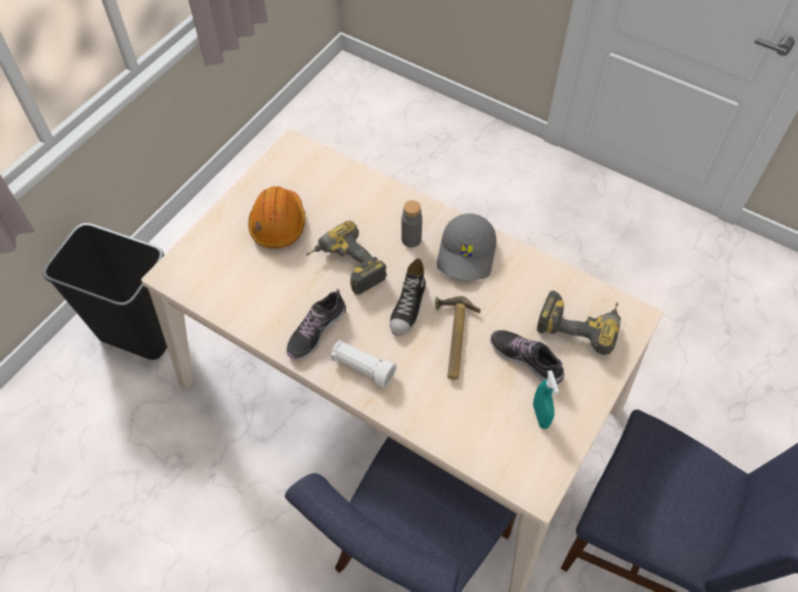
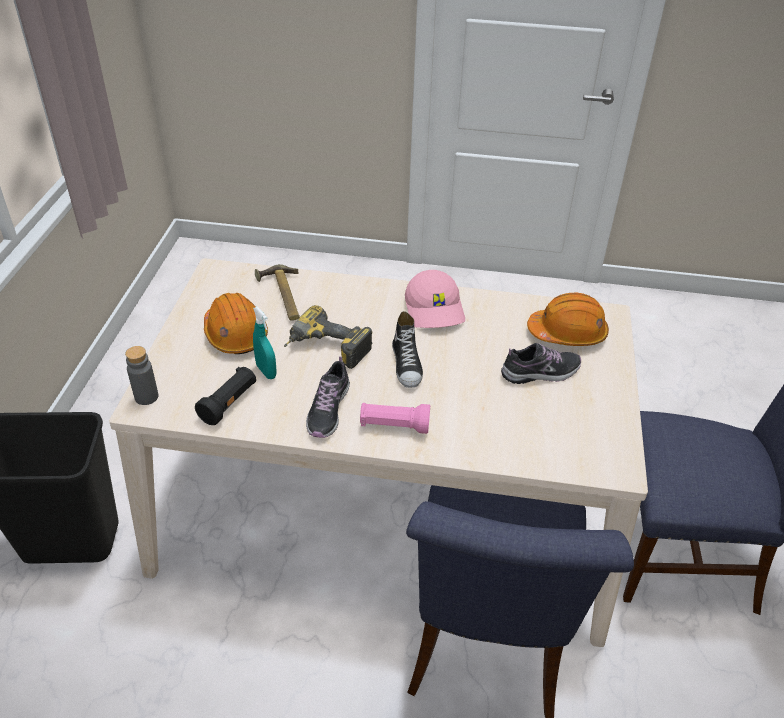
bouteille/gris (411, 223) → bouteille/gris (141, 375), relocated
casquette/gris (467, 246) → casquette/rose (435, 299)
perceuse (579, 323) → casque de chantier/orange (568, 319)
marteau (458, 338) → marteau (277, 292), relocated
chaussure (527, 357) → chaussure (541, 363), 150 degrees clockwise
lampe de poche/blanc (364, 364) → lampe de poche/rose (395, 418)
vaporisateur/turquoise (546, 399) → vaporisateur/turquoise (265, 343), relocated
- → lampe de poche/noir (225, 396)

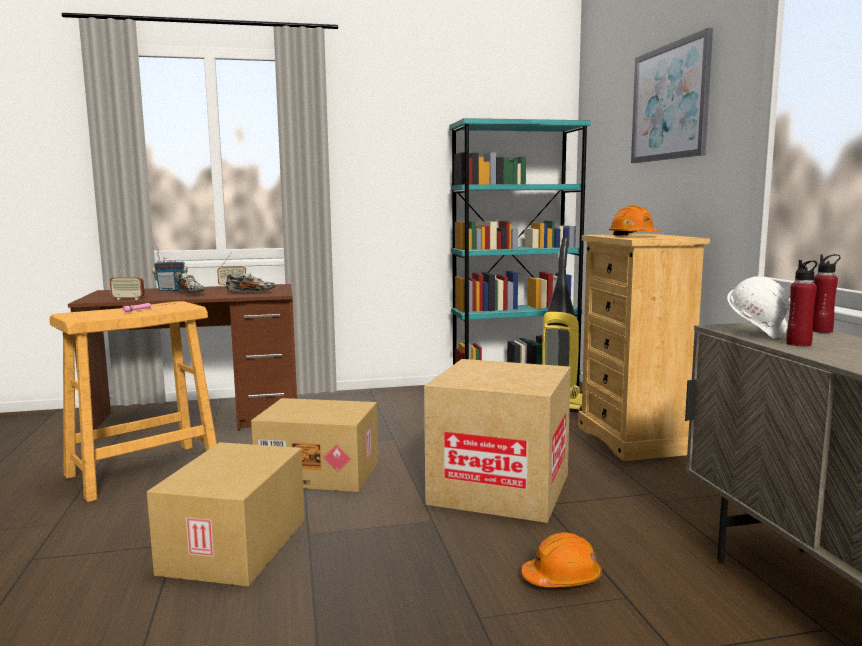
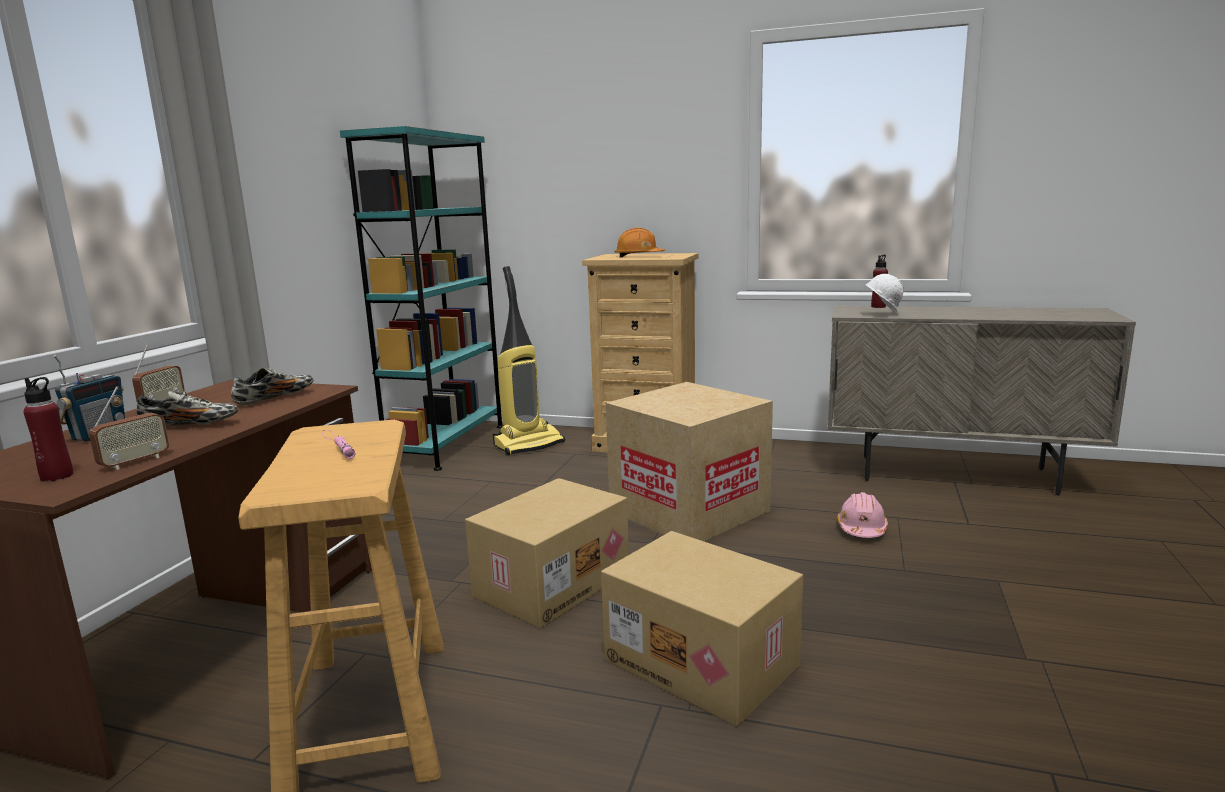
tableau (672, 95) → -
bouteille/rouge (802, 303) → bouteille/rouge (48, 429), relocated
casque de chantier/orange (561, 559) → casque de chantier/rose (862, 515)

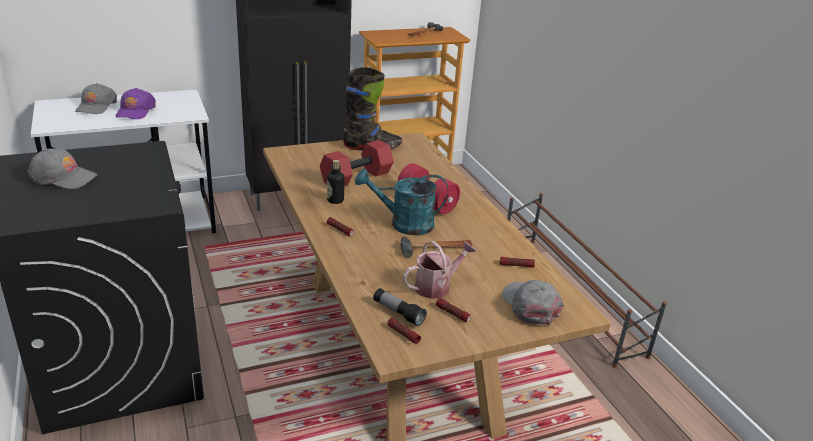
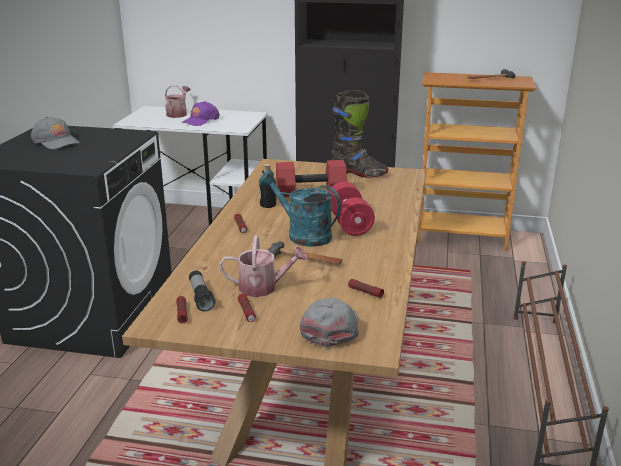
casquette/gris (96, 98) → arrosoir (178, 101)

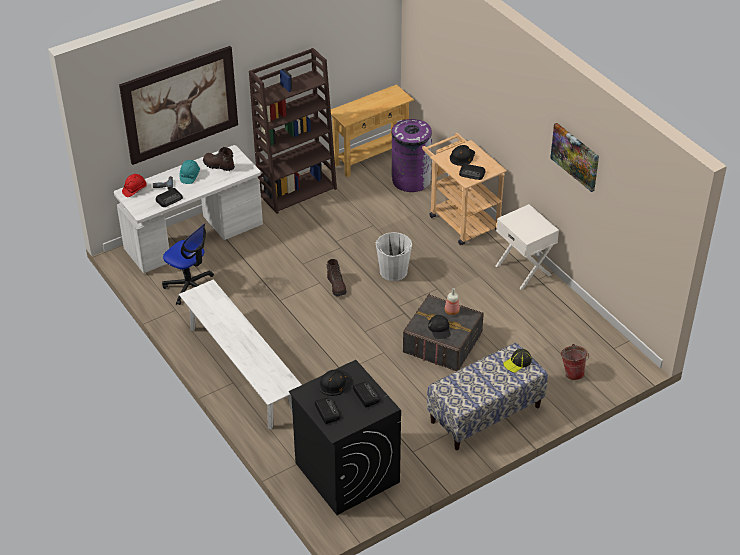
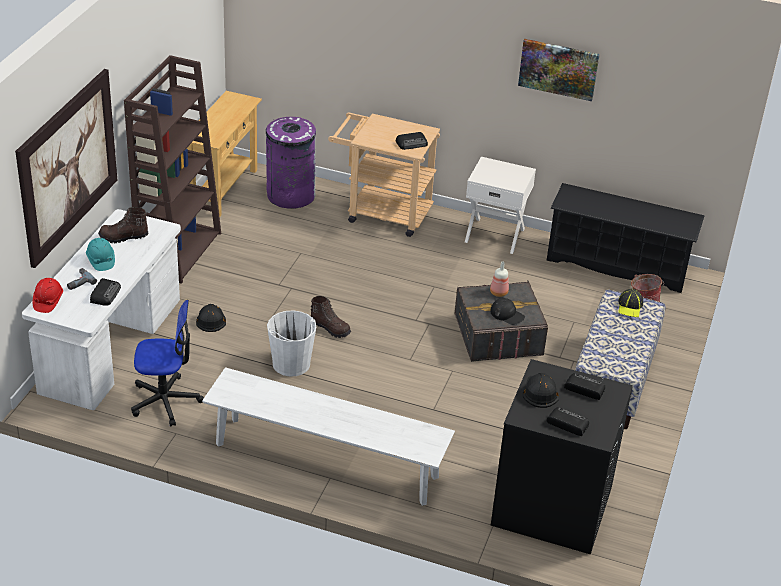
casque de chantier/noir (462, 155) → casque de chantier/noir (211, 318), relocated
seau/blanc (394, 256) → seau/blanc (291, 343), relocated
- → étagère à chaussures/noir (625, 238)

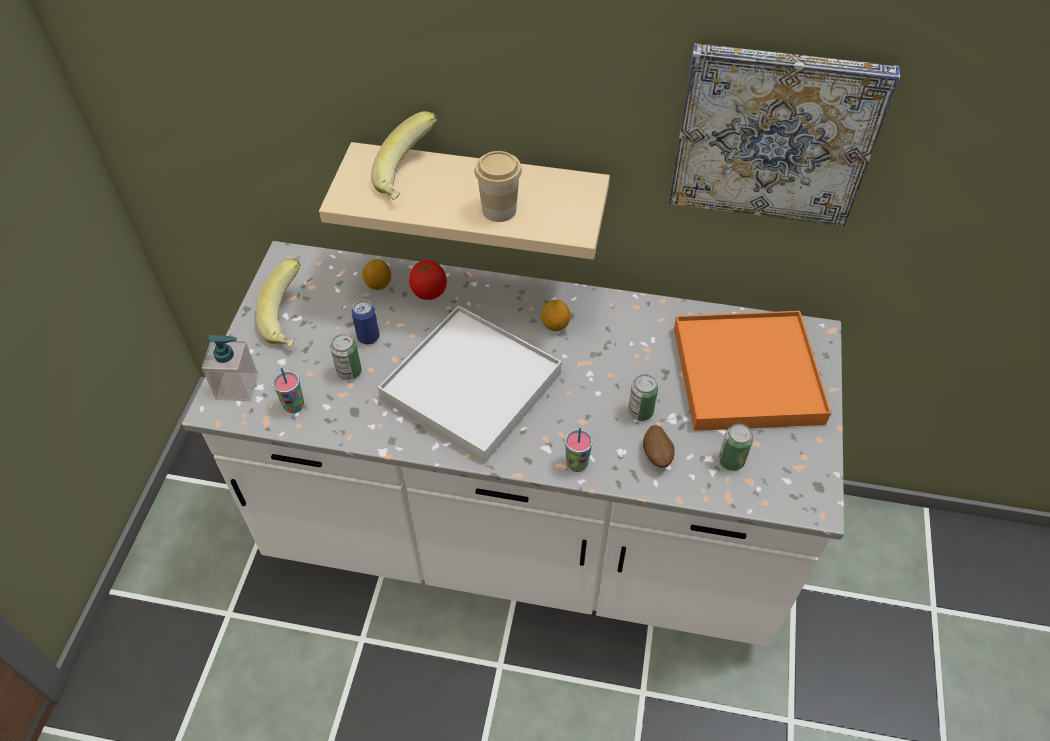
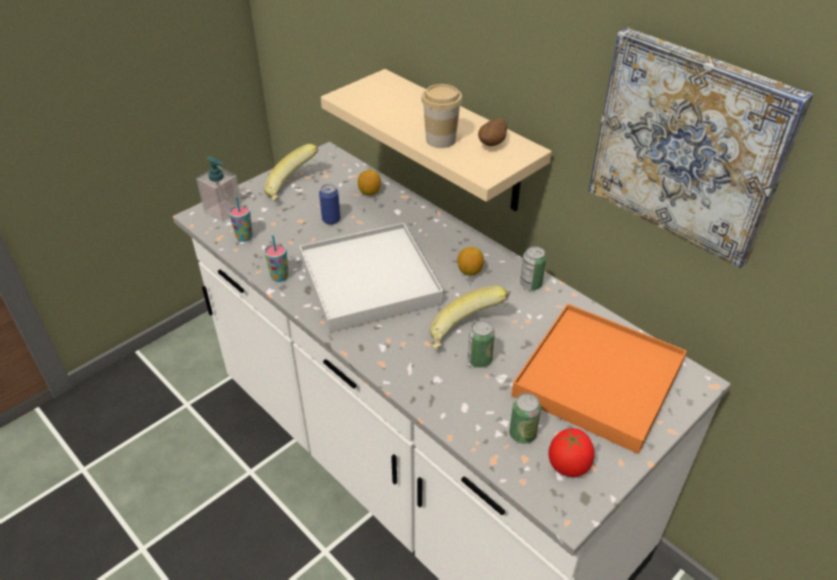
banane (404, 155) → banane (469, 317), relocated
tomate (428, 280) → tomate (571, 452), relocated
boîte métallique (346, 357) → boîte métallique (533, 268), relocated
pomme de terre (658, 446) → pomme de terre (492, 132), relocated
tasse (579, 449) → tasse (276, 258), relocated

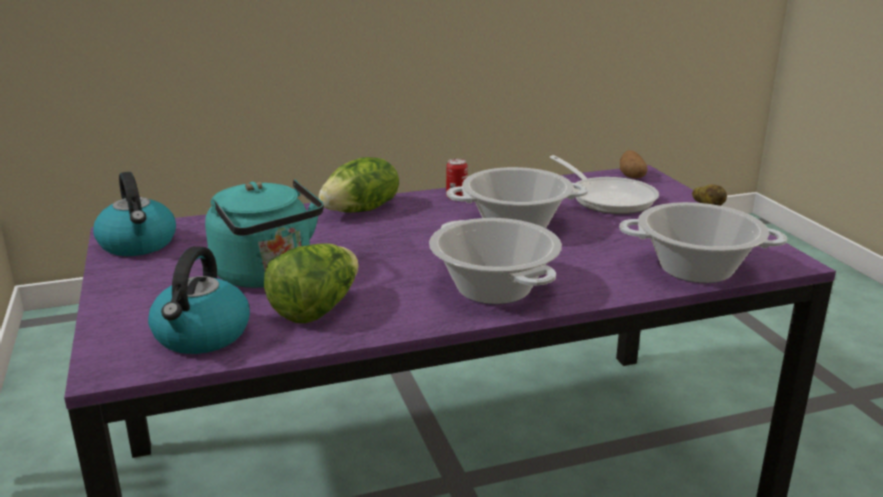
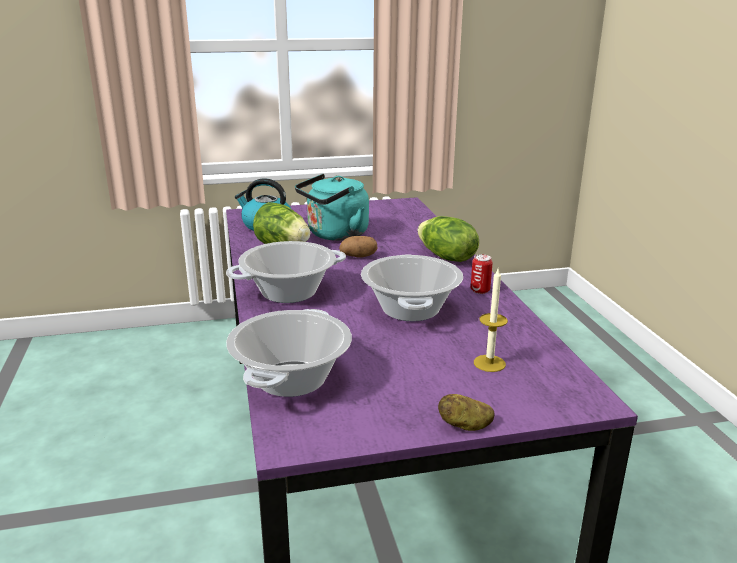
pomme de terre (634, 164) → pomme de terre (358, 246), relocated
poêle (604, 184) → bougie (491, 319)
bouilloire (134, 214) → -

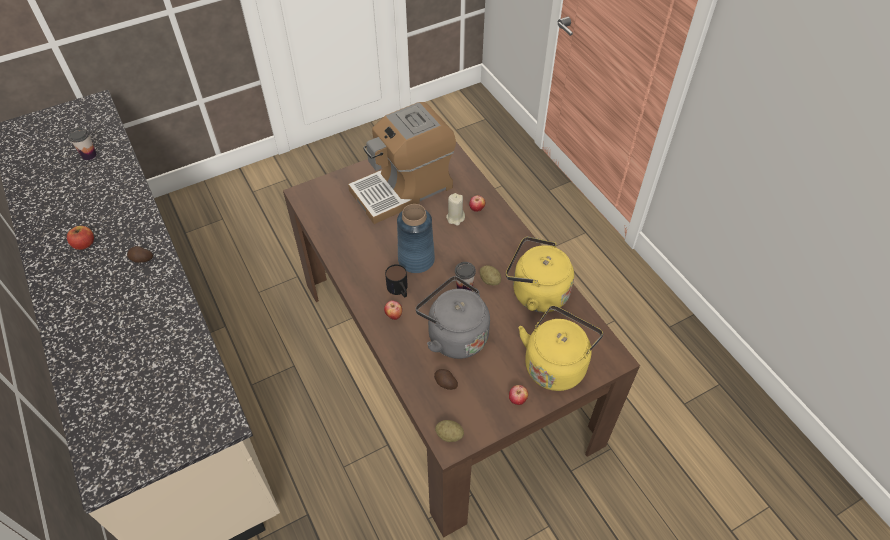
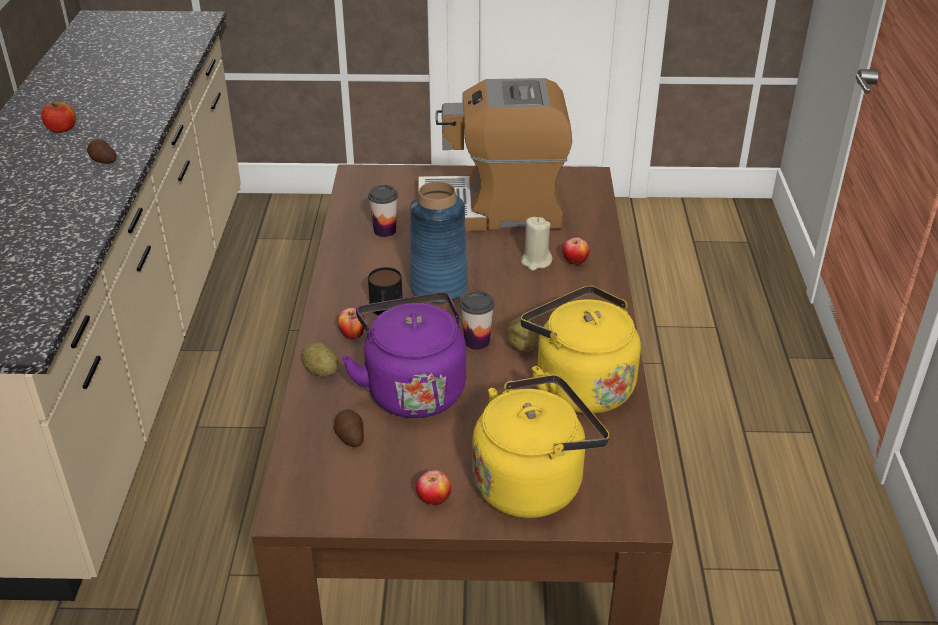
tasse (83, 144) → tasse (383, 211), relocated
bouilloire/gris (453, 317) → bouilloire/violet (404, 355)
pomme de terre (449, 431) → pomme de terre (320, 360), relocated

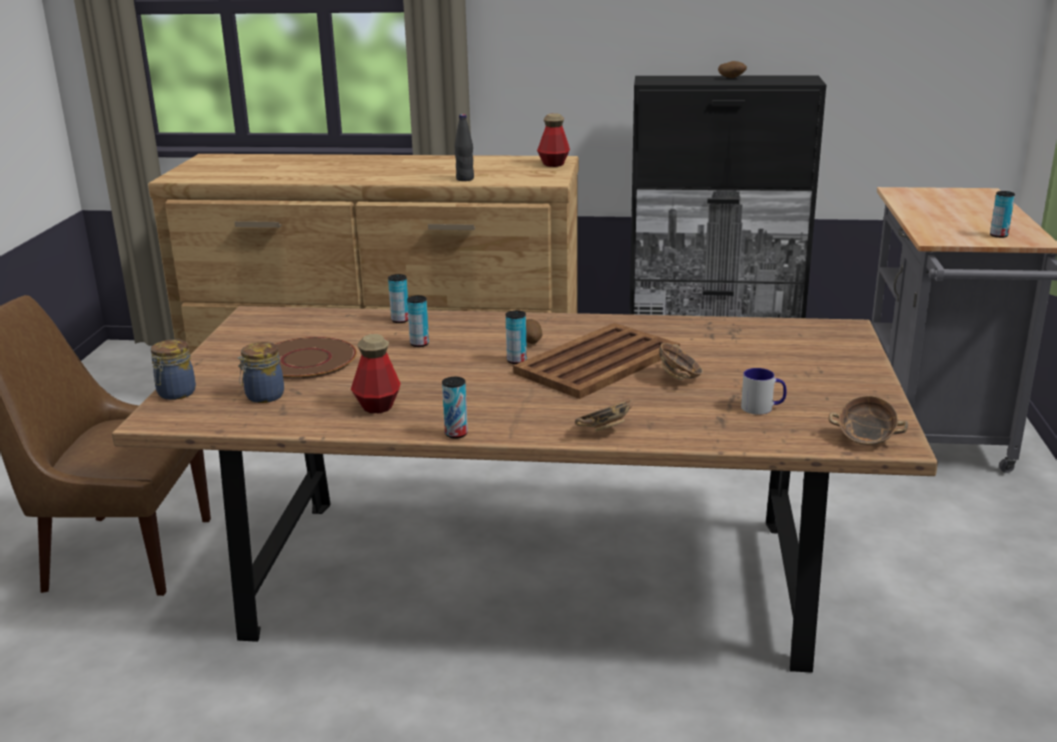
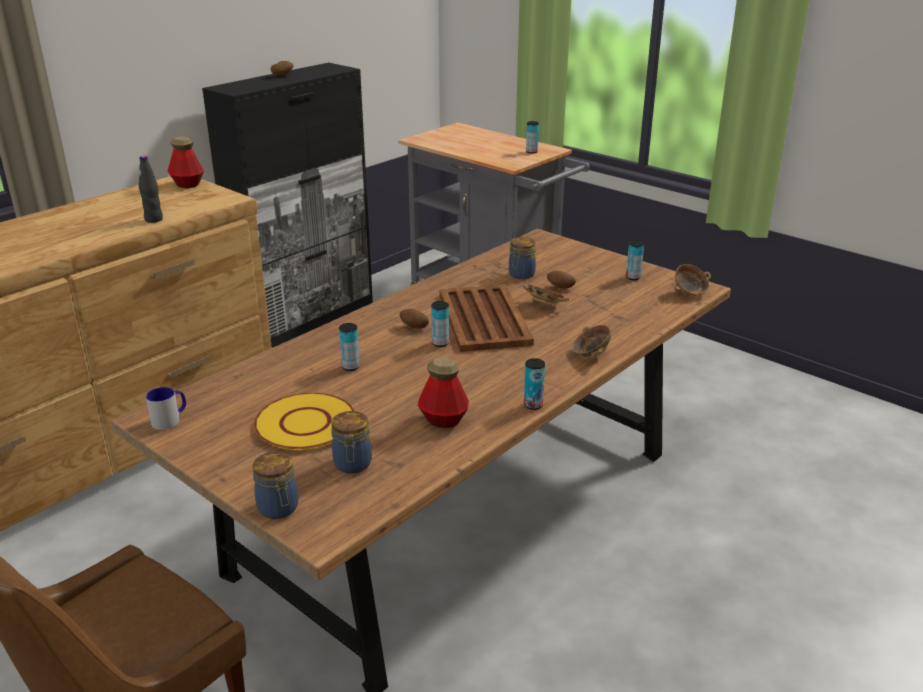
boîte métallique (398, 298) → boîte métallique (635, 260), relocated
assiette/marron (316, 358) → assiette/jaune (304, 421)
mug (764, 391) → mug (166, 408), relocated
- → bocal (522, 258)
- → pomme de terre (561, 279)

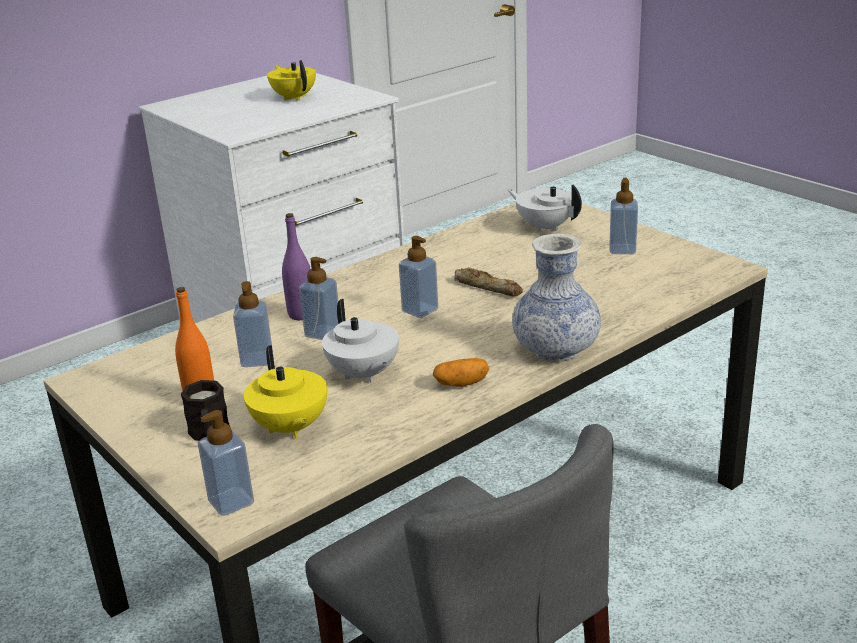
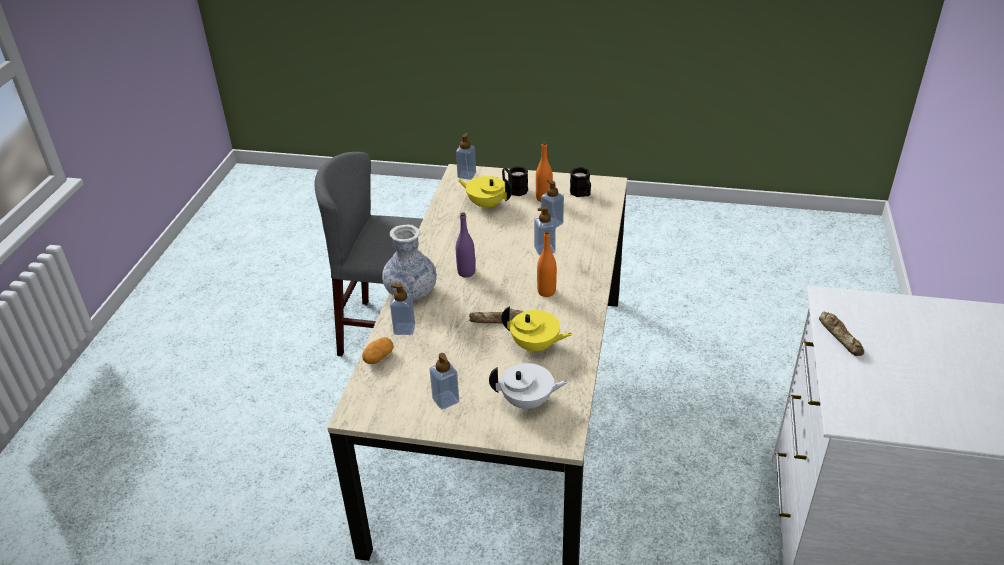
théière/jaune (291, 80) → théière/jaune (537, 330), relocated
bouteille/violet (296, 266) → bouteille/violet (465, 245), relocated
distributeur de savon (418, 277) → distributeur de savon (402, 309), relocated
théière/blanc (360, 341) → -
pomme de terre (461, 372) → pomme de terre (377, 350), relocated
- → mug/noir (580, 182)
- → bouteille/orange (547, 264)
- → pain (841, 334)

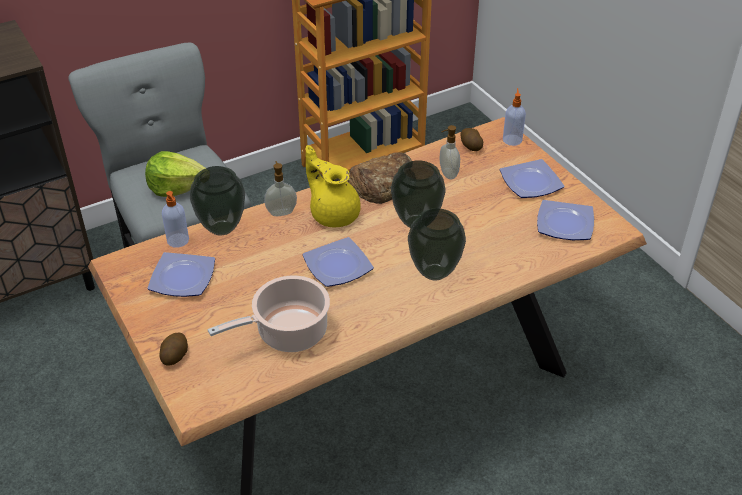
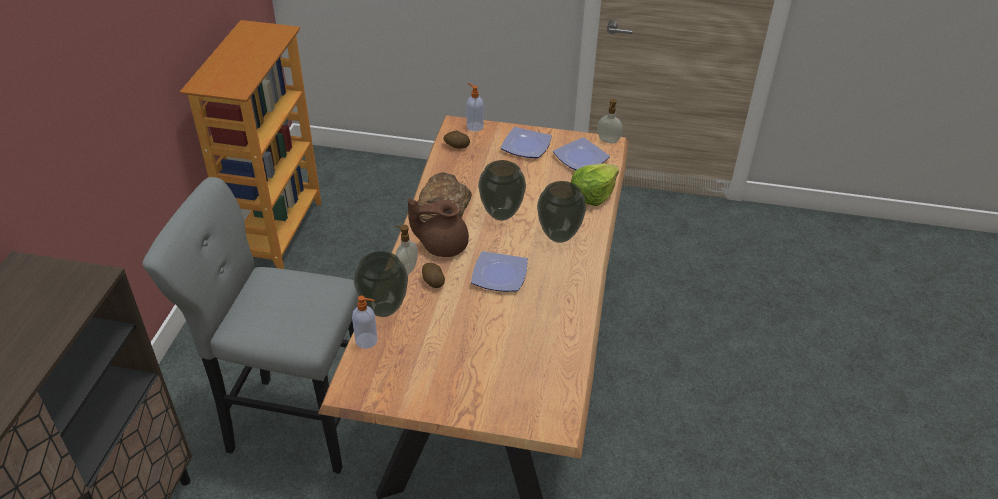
distributeur de savon (450, 152) → distributeur de savon (610, 121), relocated
théière/jaune (333, 186) → théière/marron (438, 227)
laitue (175, 174) → laitue (595, 184), relocated
assiette (181, 274) → -
marmite (269, 314) → -
pomme de terre (173, 349) → pomme de terre (433, 275), relocated

